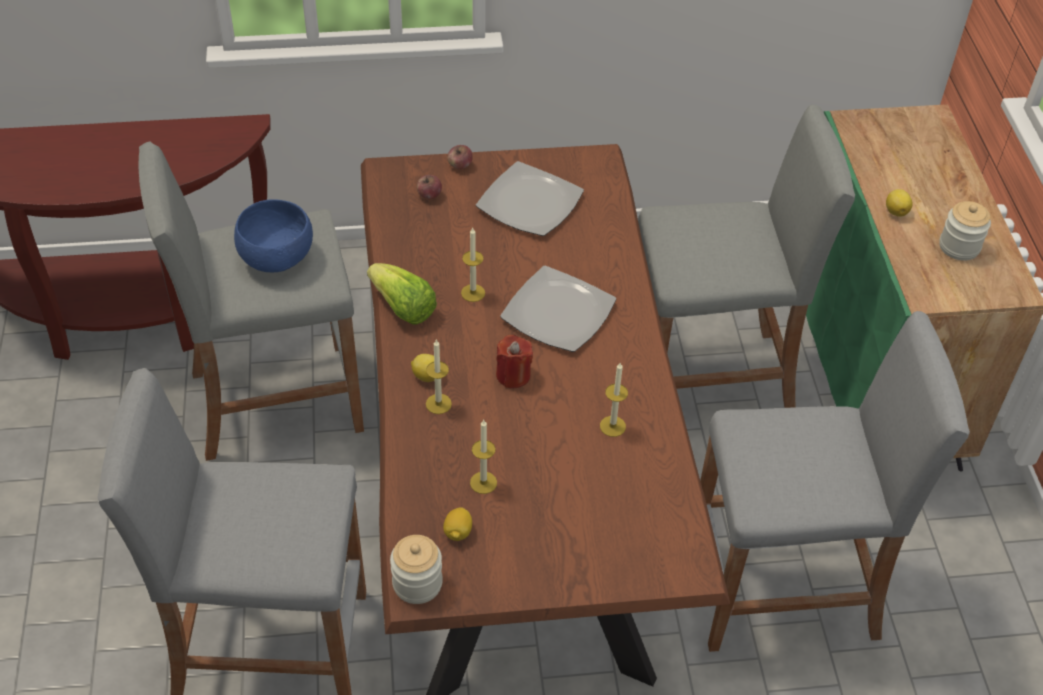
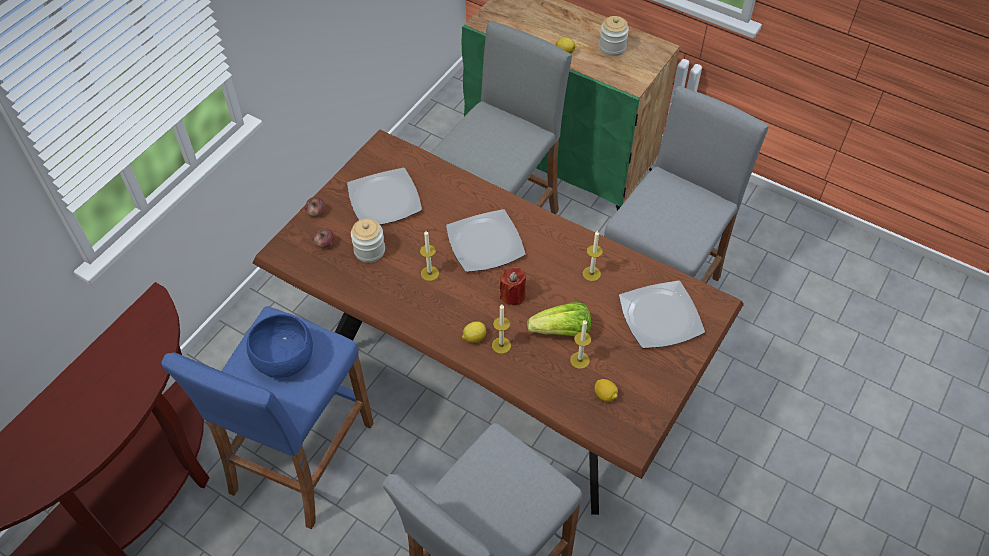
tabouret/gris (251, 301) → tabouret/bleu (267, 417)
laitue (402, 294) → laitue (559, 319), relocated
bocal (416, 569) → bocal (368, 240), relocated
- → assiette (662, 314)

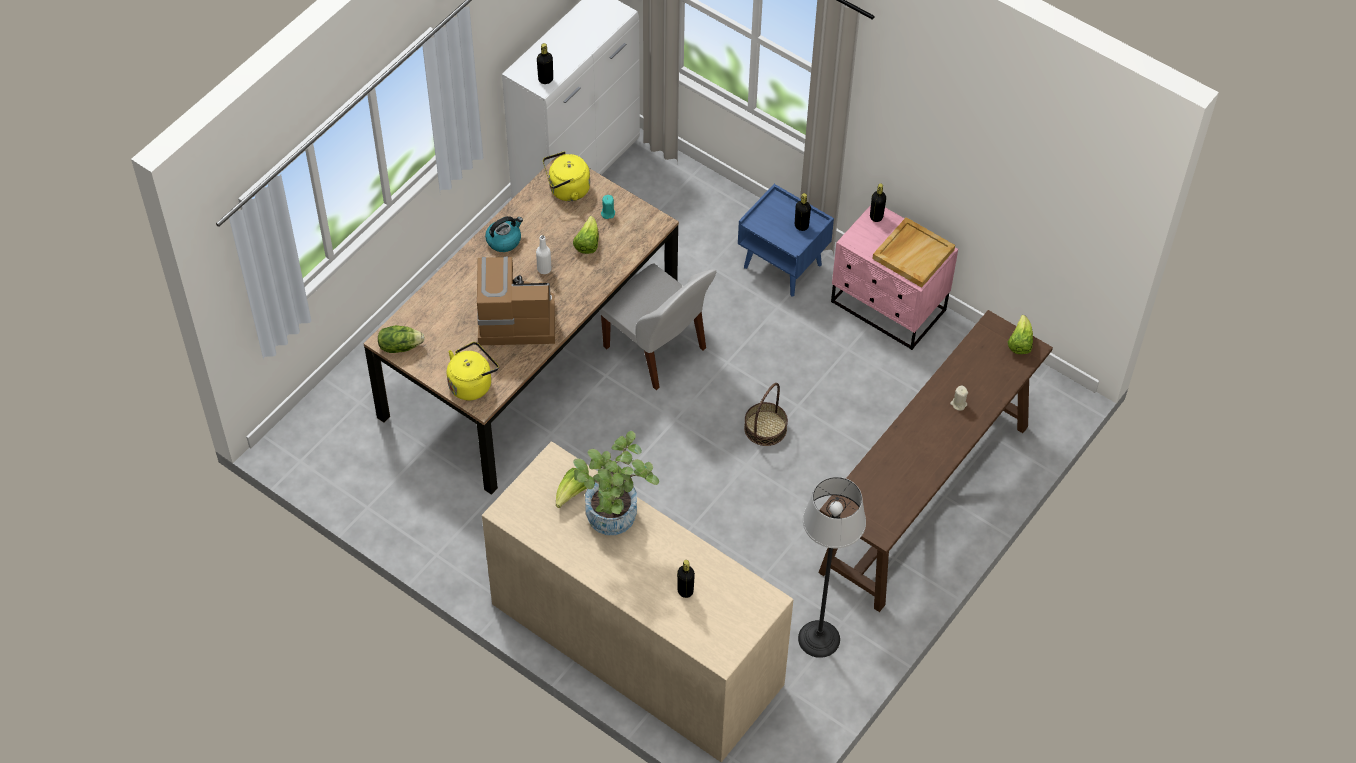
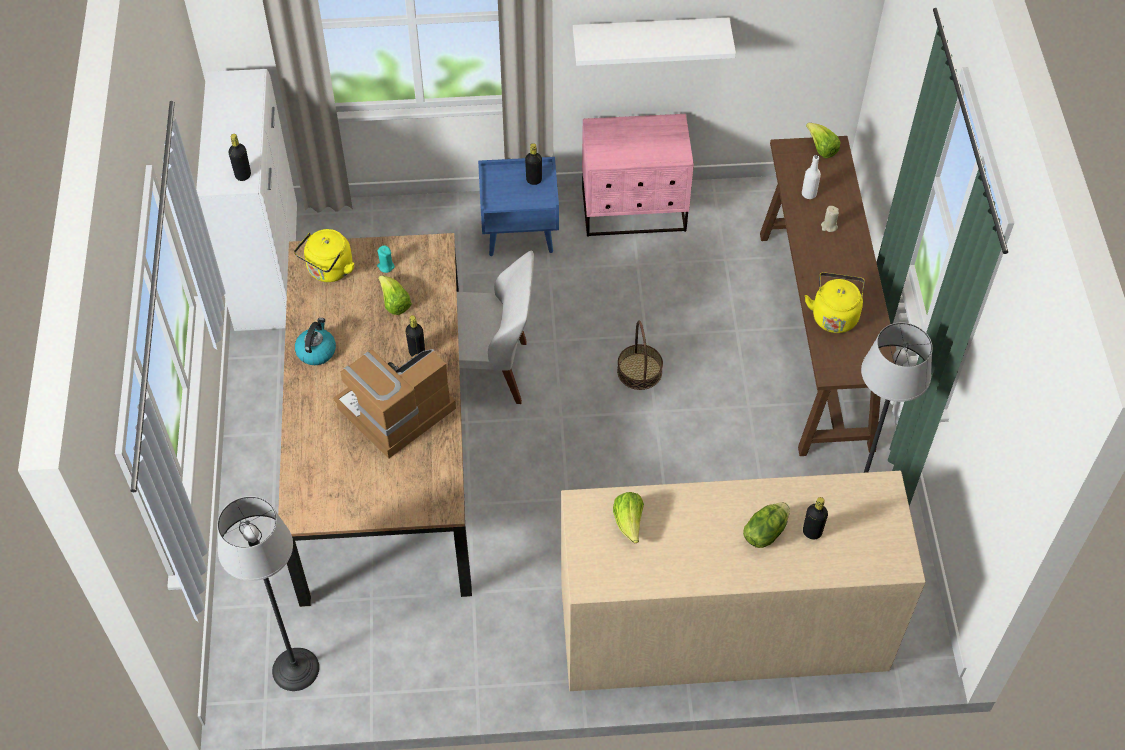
bouteille/noir (878, 202) → bouteille/noir (415, 336), relocated
plateau/beige (913, 252) → -
bouteille/blanc (544, 254) → bouteille/blanc (811, 177), relocated
laitue (401, 339) → laitue (766, 525), relocated
bouilloire/jaune (473, 371) → bouilloire/jaune (835, 302), relocated
plante en pot (616, 483) → -
- → étagère/blanc (654, 42)
- → lampadaire (268, 593)

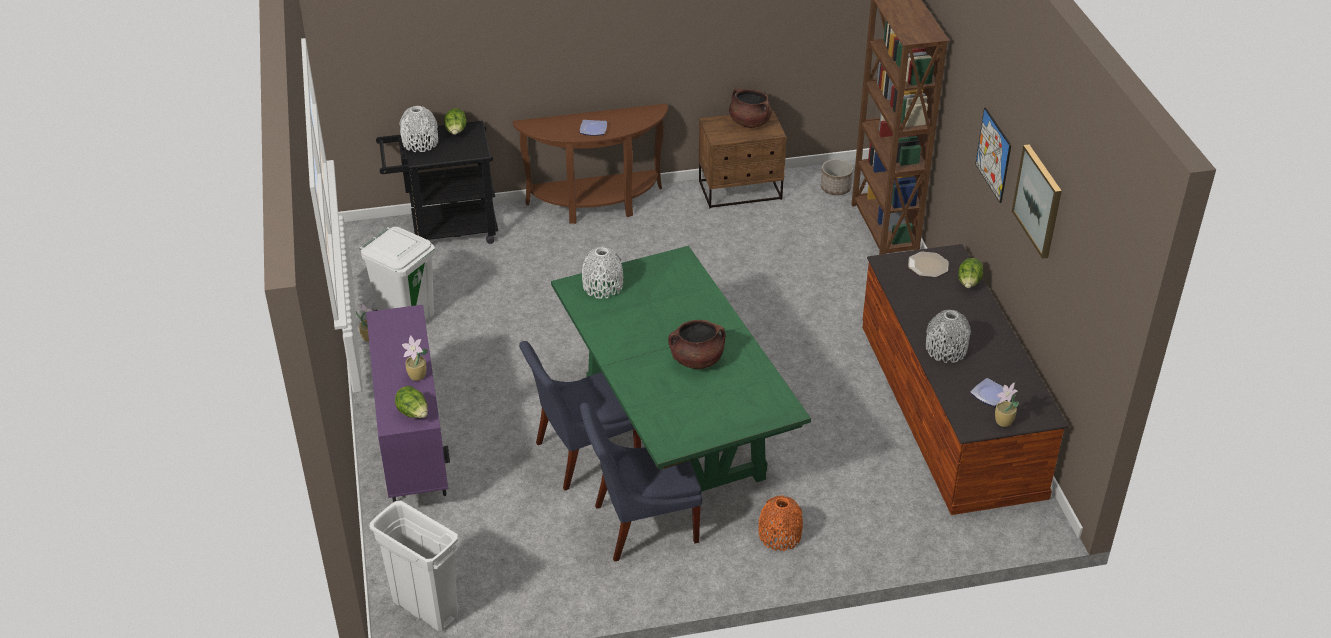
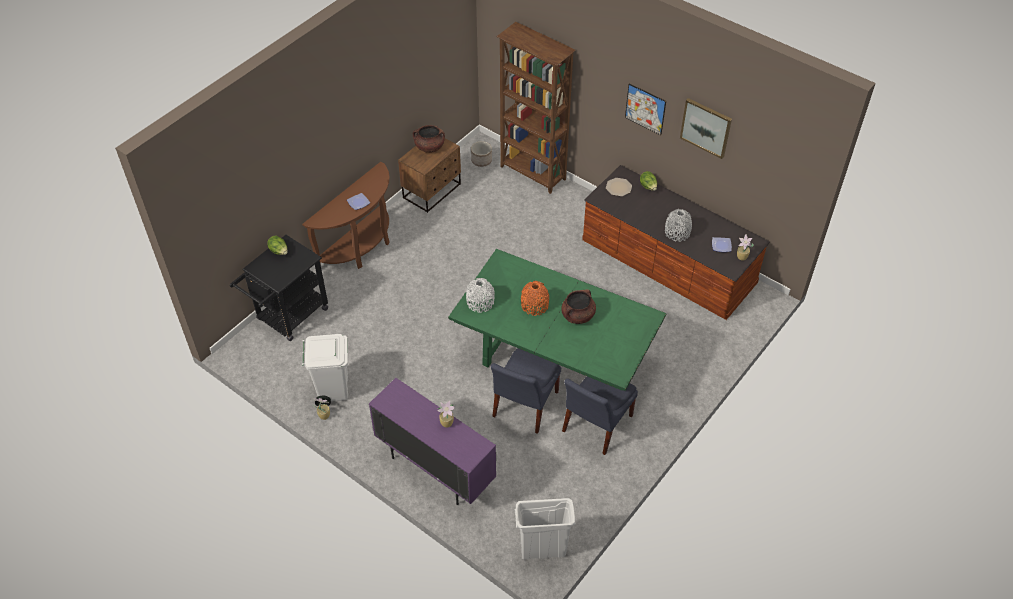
vase/blanc (418, 129) → -
laitue (411, 402) → -
vase/orange (780, 523) → vase/orange (535, 298), relocated

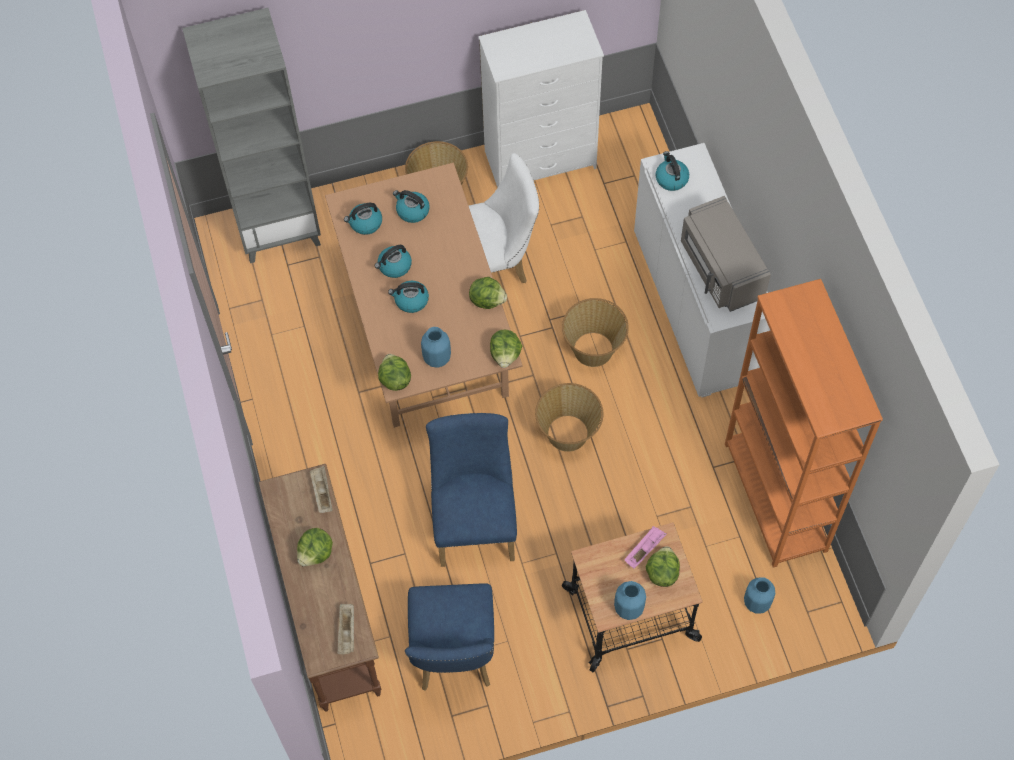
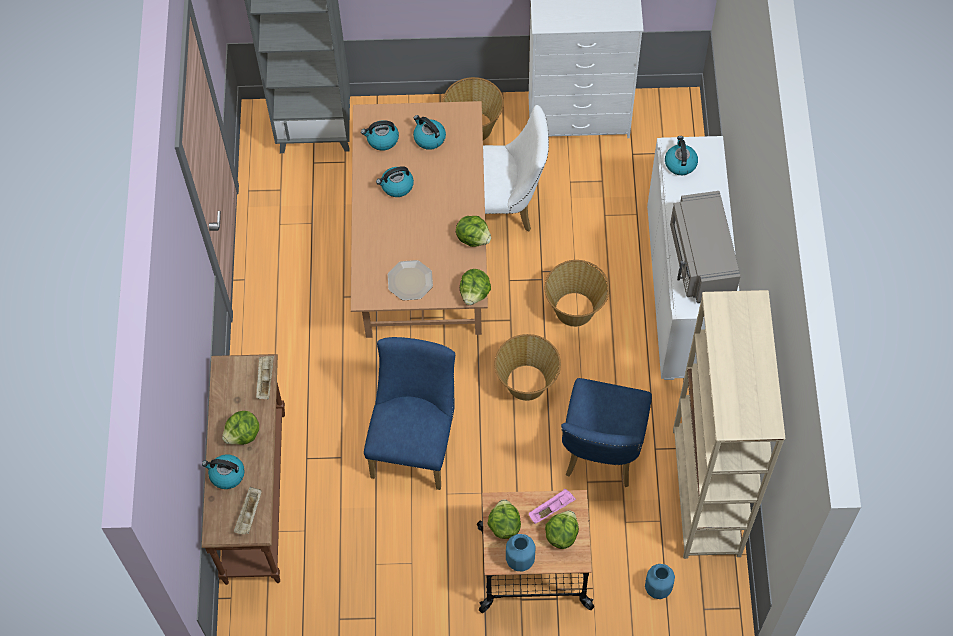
bibliothèque/orange (804, 423) → bibliothèque/beige (729, 424)
bouilloire (408, 297) → bouilloire (223, 471), relocated
vase/bleu (436, 347) → assiette (410, 280)
laitue (394, 372) → laitue (504, 519), relocated
chaise/bleu (449, 637) → chaise/bleu (606, 432), relocated

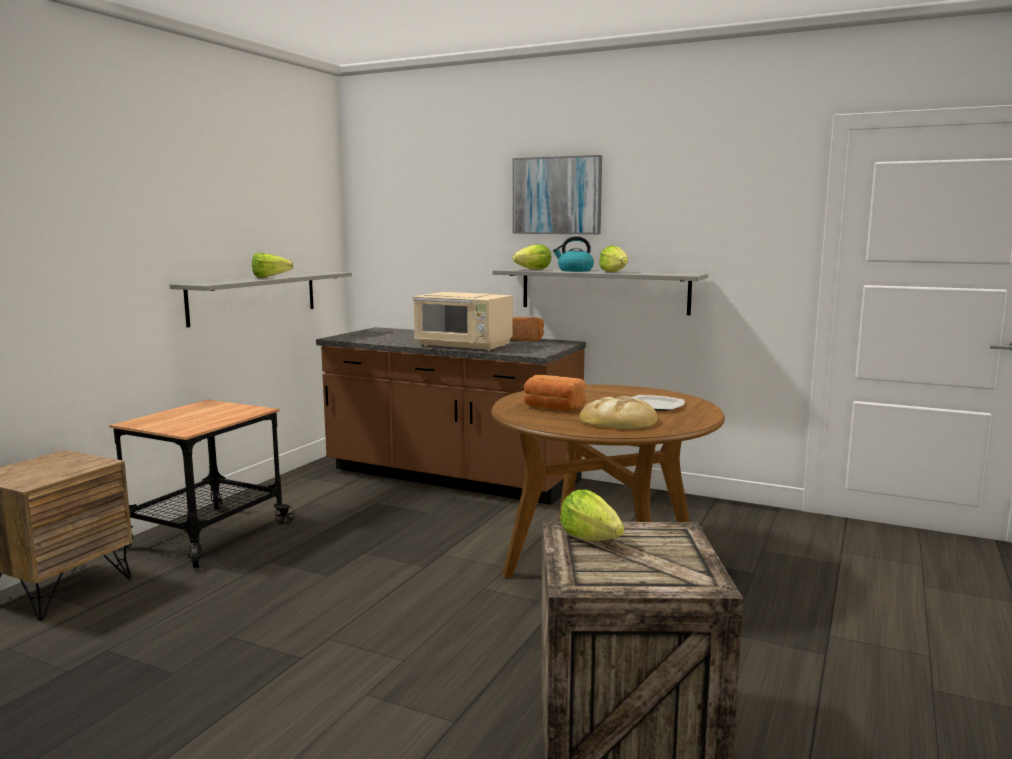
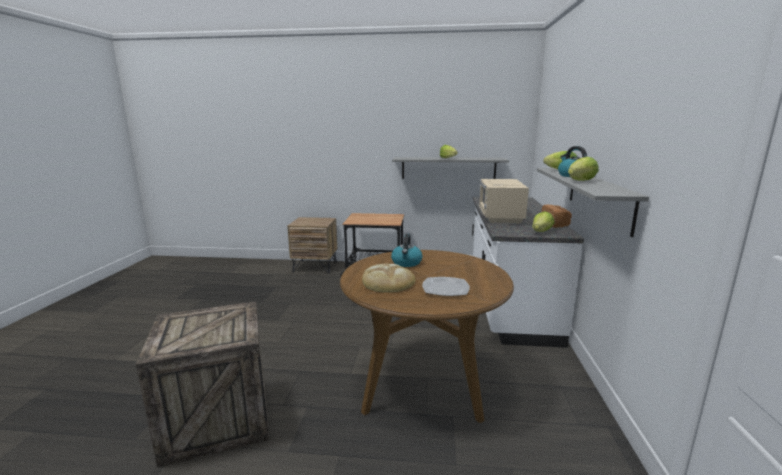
tableau (557, 194) → -
comptoir de cuisine/marron (451, 416) → comptoir de cuisine/blanc (528, 272)
pain (555, 393) → bouilloire (407, 250)
laitue (592, 515) → laitue (543, 221), relocated

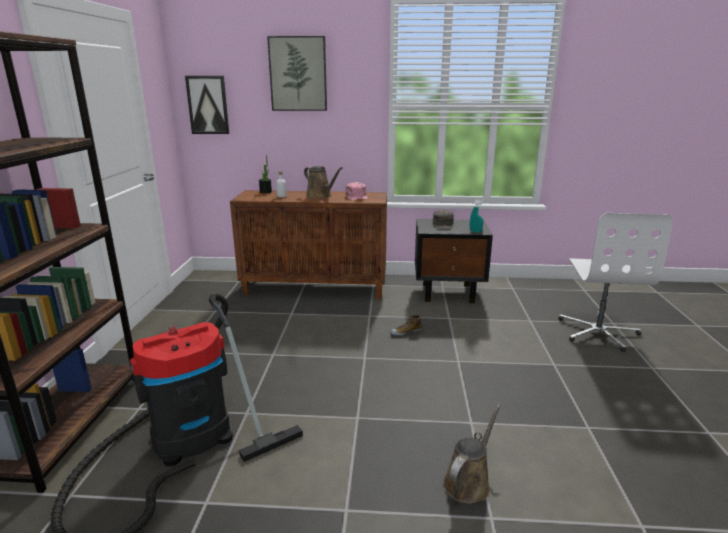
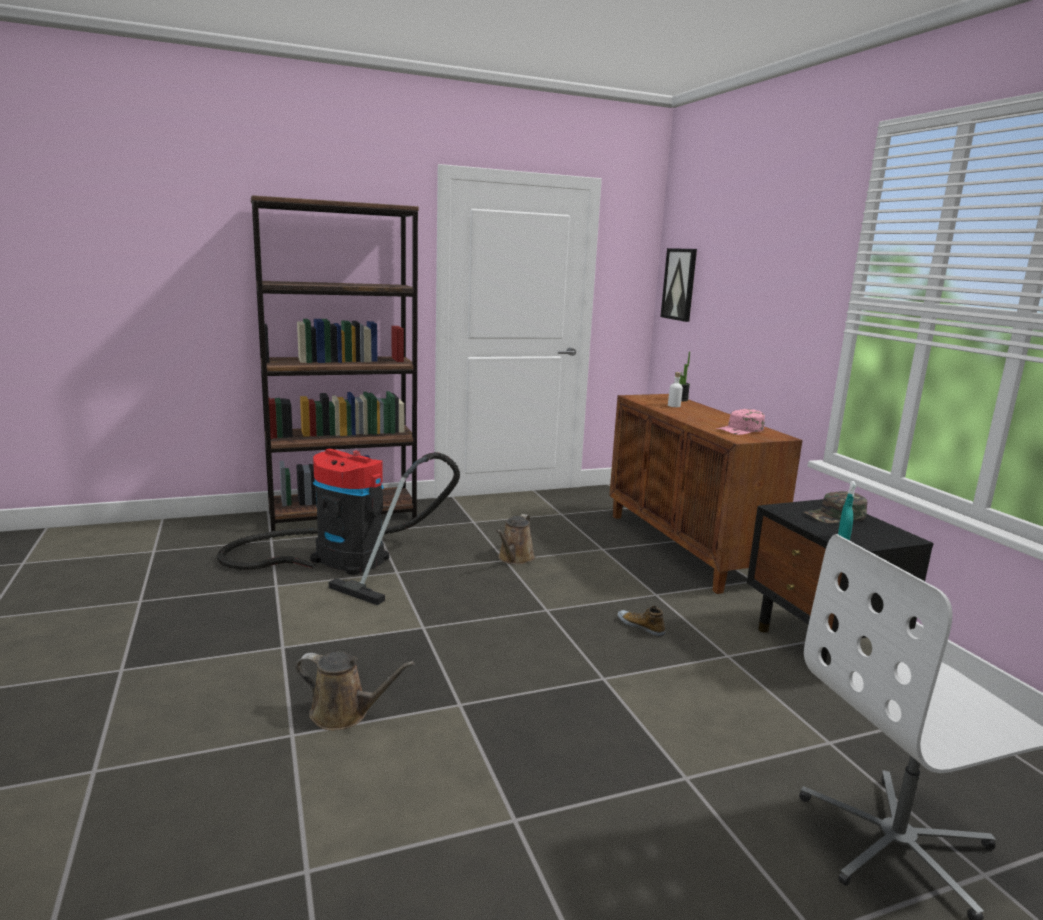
tableau (297, 73) → -
arrosoir/marron (323, 182) → arrosoir/marron (515, 539), relocated

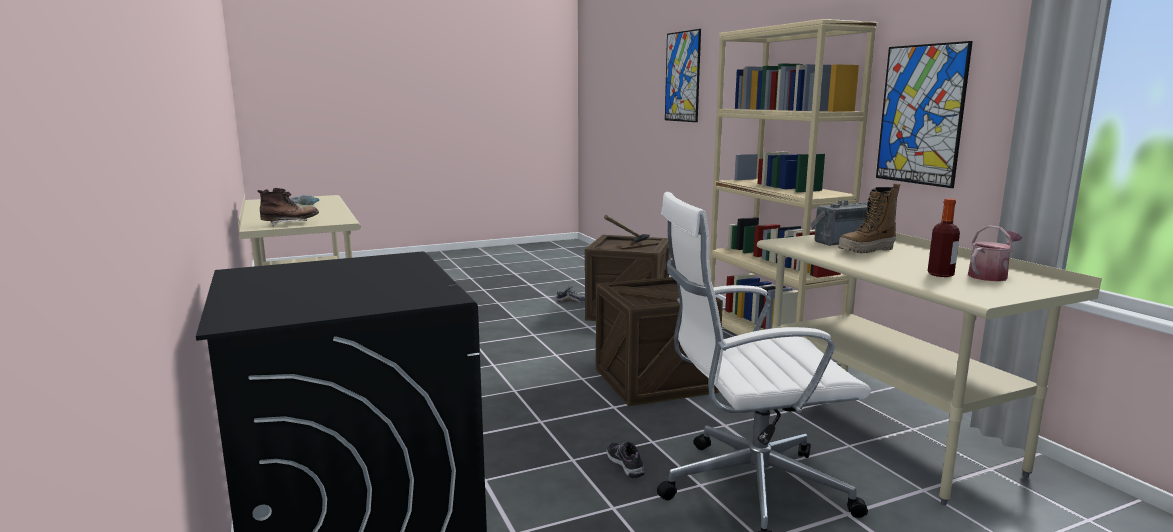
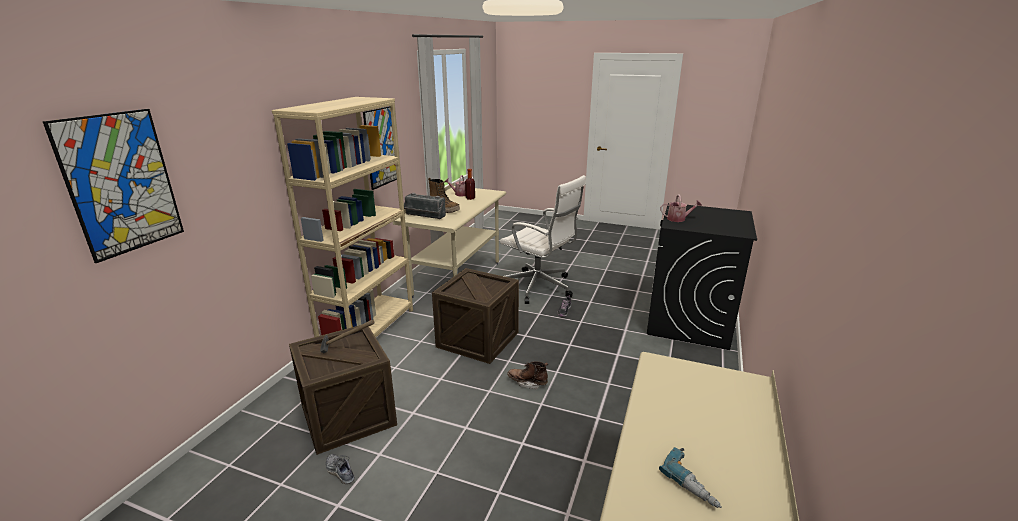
botte/marron (288, 207) → botte/marron (527, 375), relocated
- → arrosoir (681, 208)

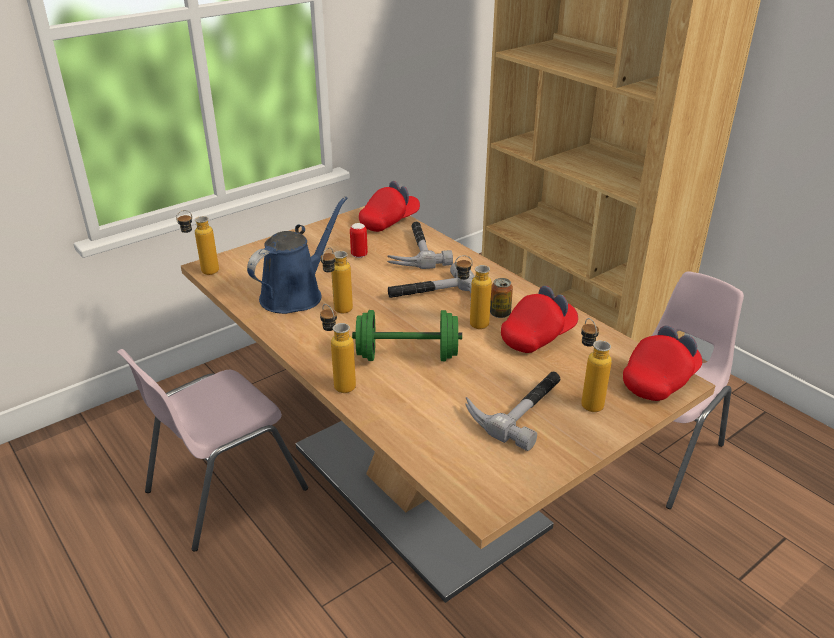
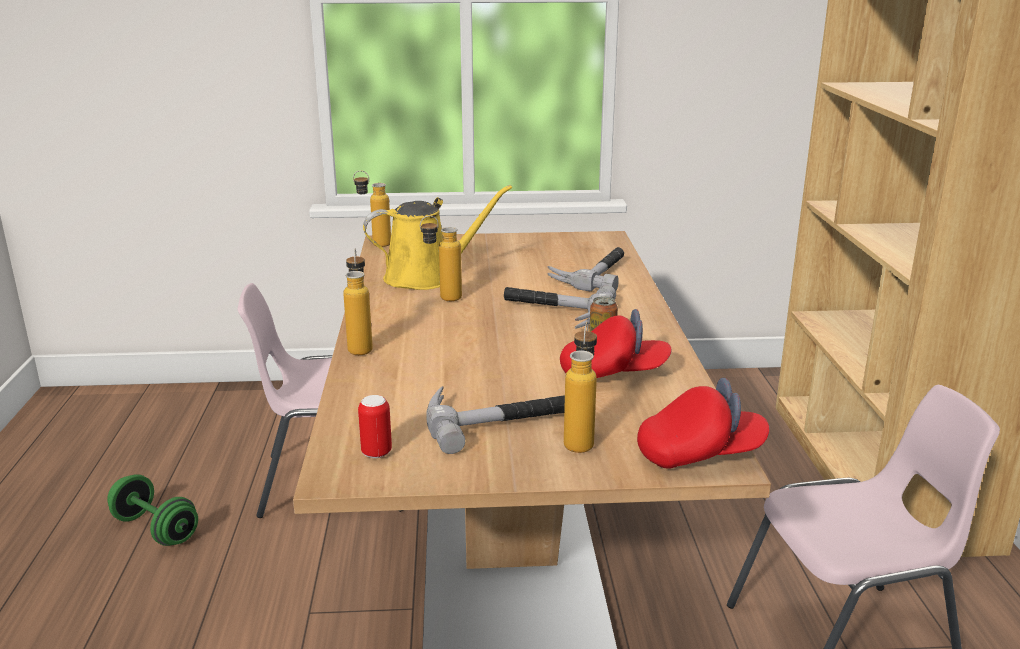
casquette/rouge (389, 206) → -
arrosoir/bleu (297, 255) → arrosoir/jaune (437, 237)
boîte métallique (359, 240) → boîte métallique (375, 426), relocated
bouteille (473, 292) → -
haltère/vert (407, 335) → haltère/vert (152, 510), relocated

